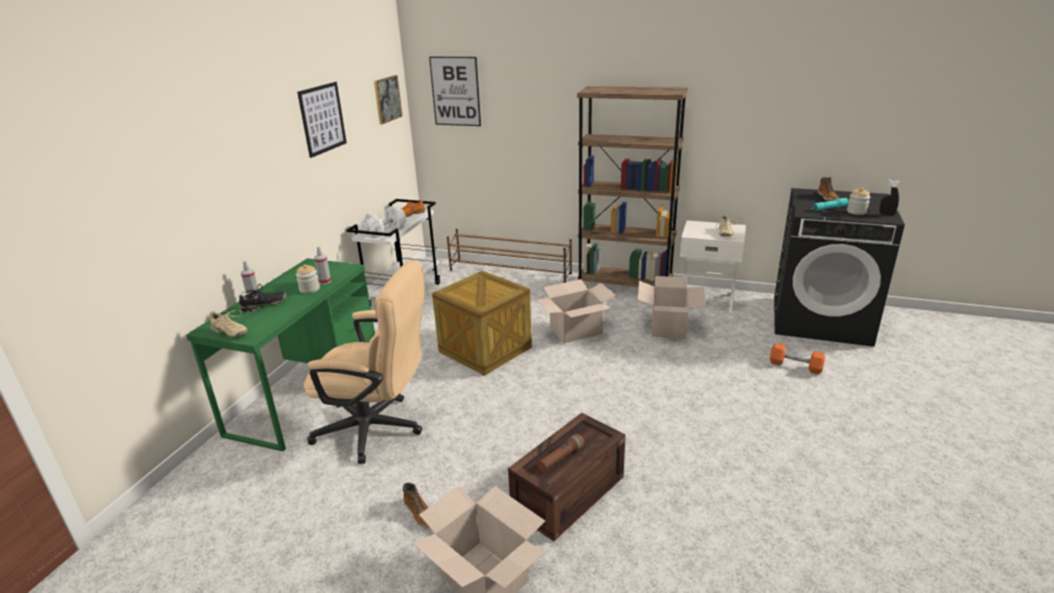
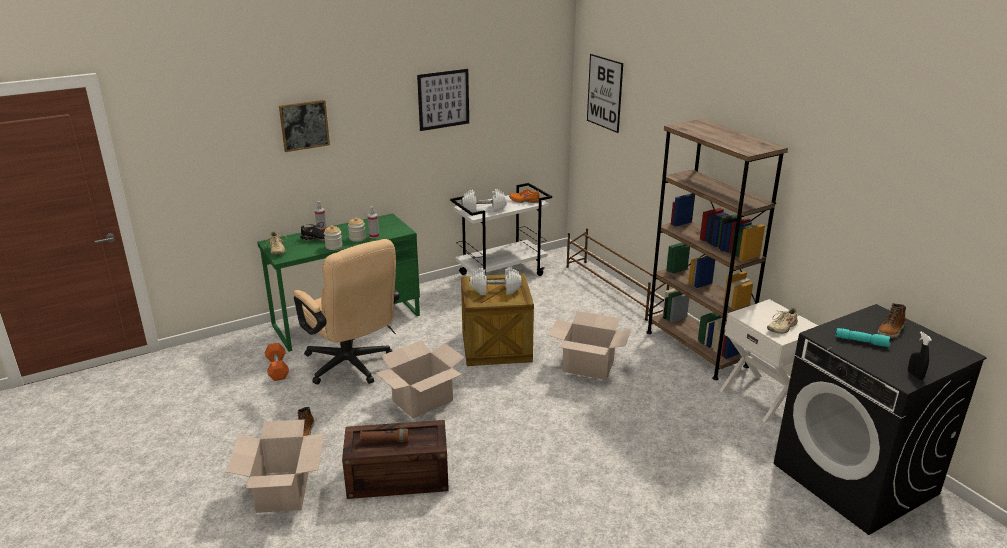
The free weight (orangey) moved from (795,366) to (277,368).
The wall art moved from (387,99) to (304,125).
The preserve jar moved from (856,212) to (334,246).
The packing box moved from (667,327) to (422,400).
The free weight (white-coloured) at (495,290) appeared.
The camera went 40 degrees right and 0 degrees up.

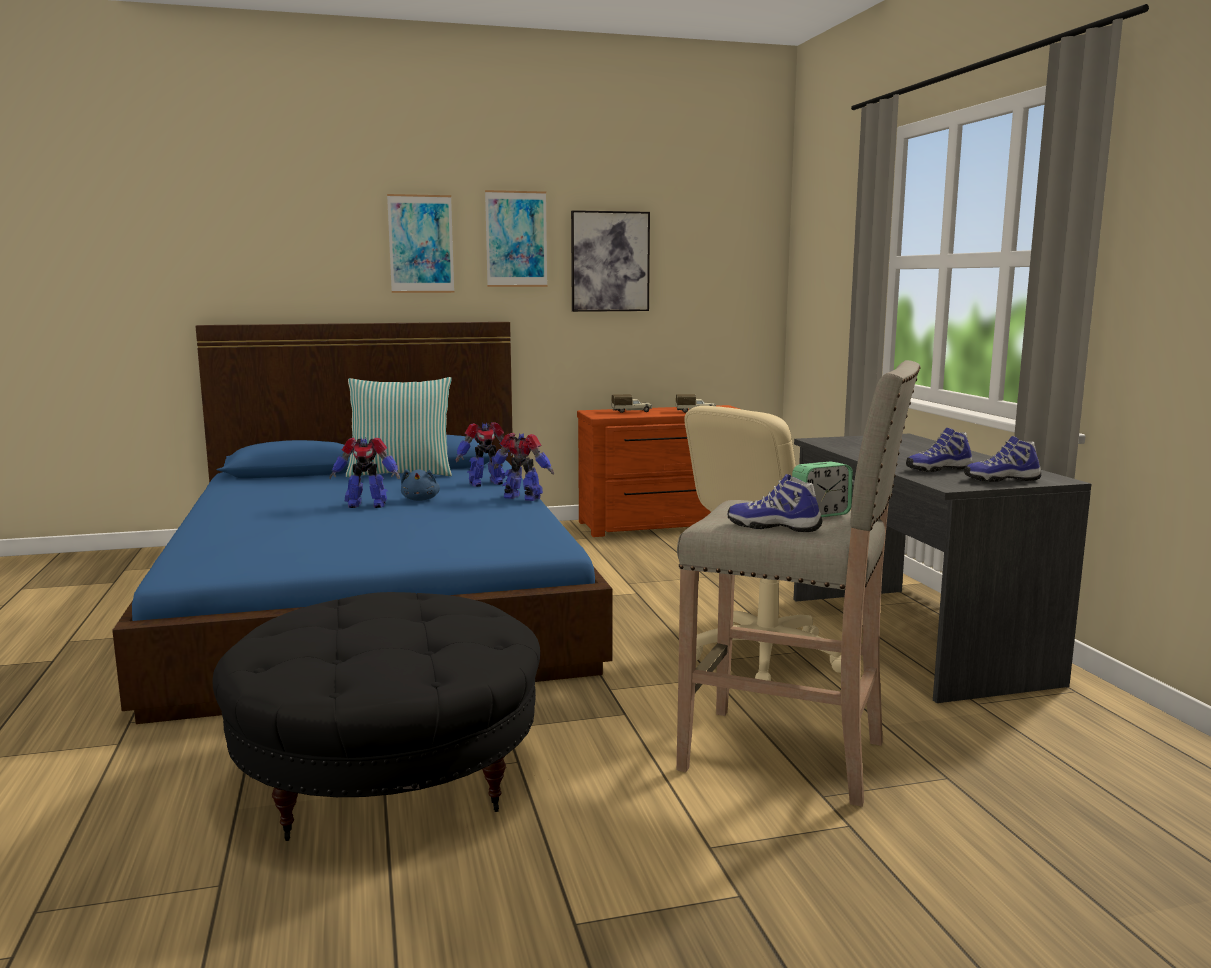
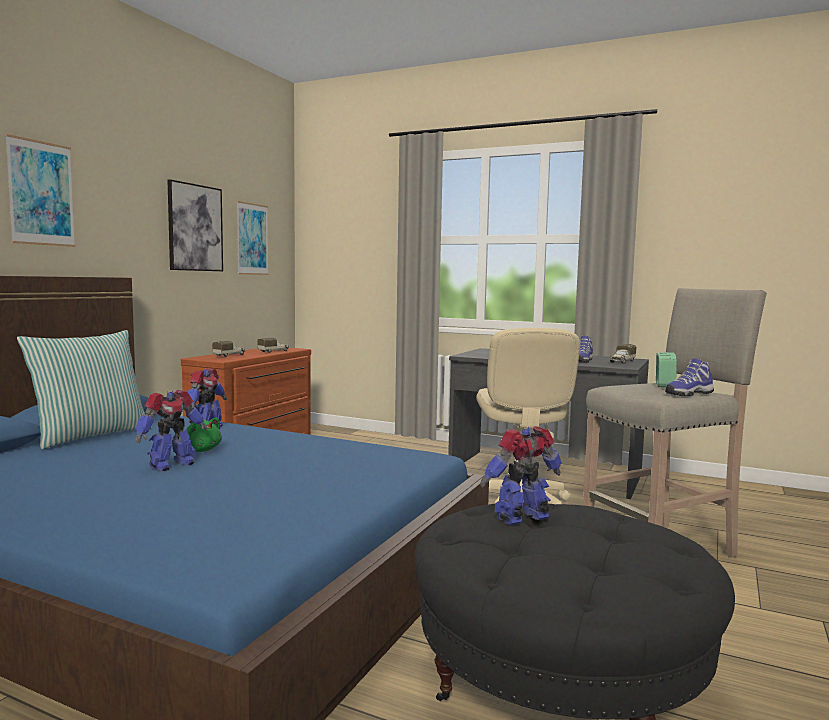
The soft toy (blue) at (420,499) became the soft toy (green-coloured) at (200,450).
The wall art moved from (516,239) to (252,239).
The robot figure moved from (522,498) to (523,518).
The shoe at (1001,479) was replaced by the model truck at (622,362).
The camera went 50 degrees left and 5 degrees down.

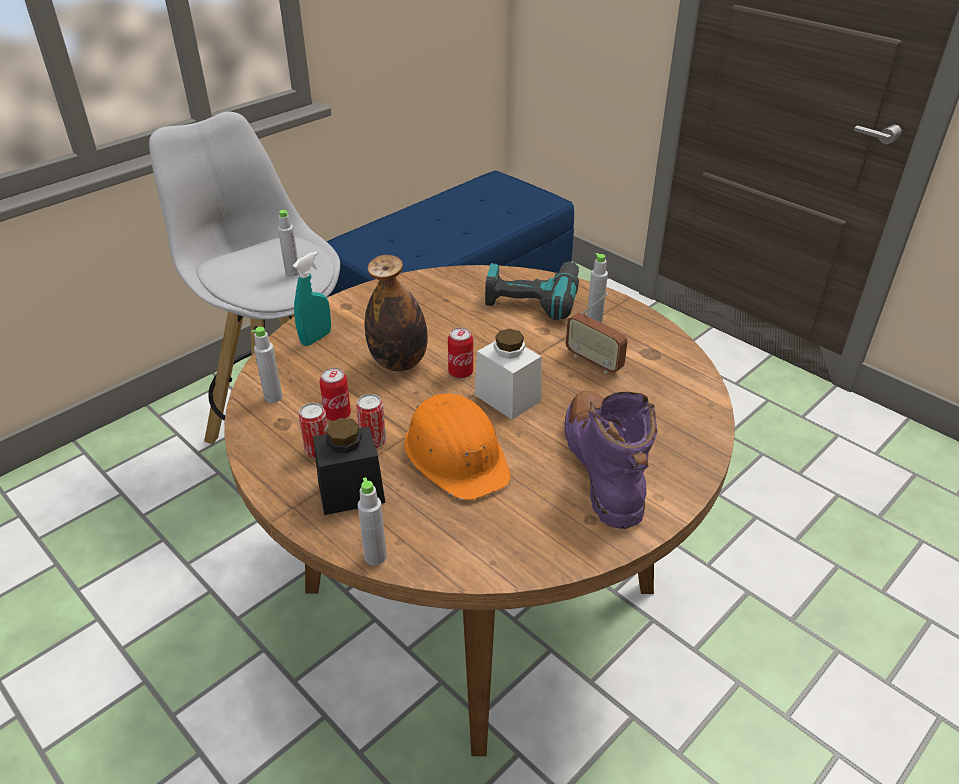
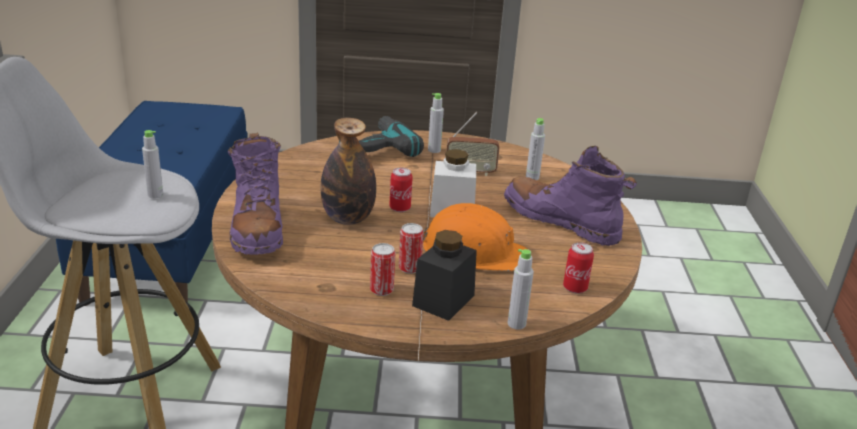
The sprayer (turquoise-coloured) at (316,338) was replaced by the tall boot (purple) at (257,228).
The drink bottle (grey) moved from (273,397) to (532,177).
The sealed can moved from (338,415) to (575,288).
The camera went 45 degrees left and 10 degrees down.

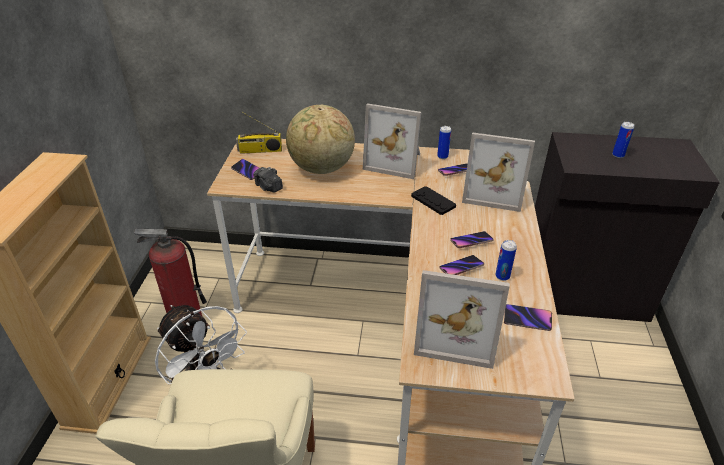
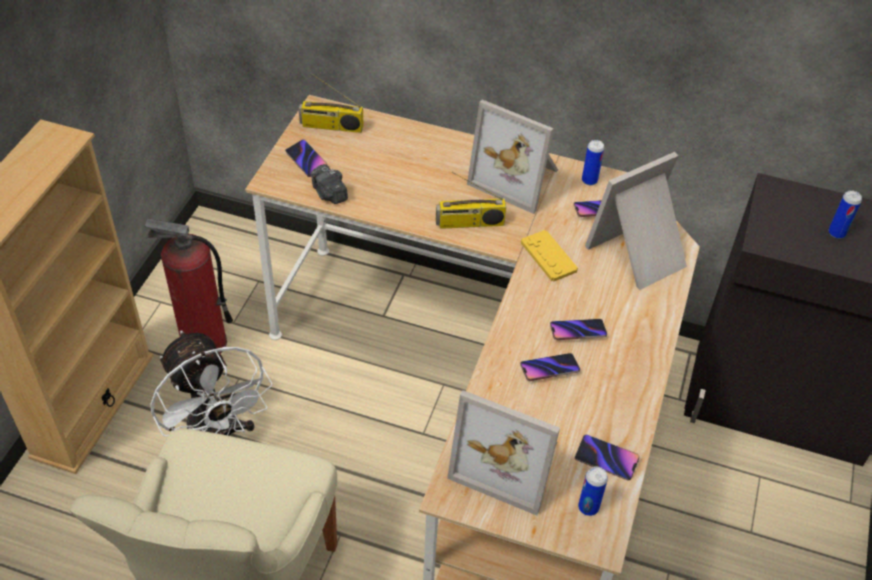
The radio set at (469,223) appeared.
The game controller (blackish) at (433,201) became the game controller (yellow-coloured) at (548,256).
The sealed can moved from (502,276) to (588,507).
The photo frame at (493,192) turned 120 degrees clockwise.
The world globe at (321,169) disappeared.
The camera went 10 degrees right and 10 degrees up.

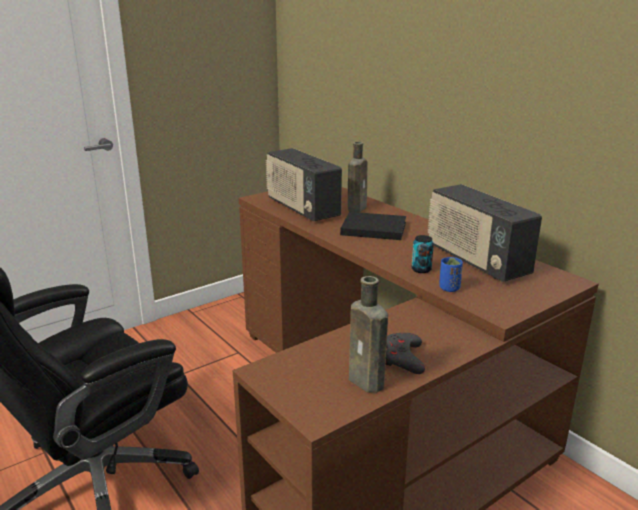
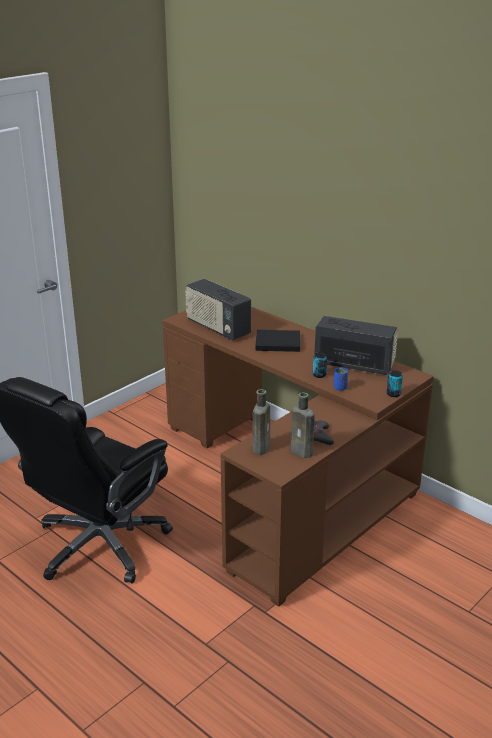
The drink bottle (brown) moved from (357,208) to (261,447).
The radio set at (475,261) turned 150 degrees clockwise.
The sealed can at (393,394) appeared.
The camera went 10 degrees left and 5 degrees up.

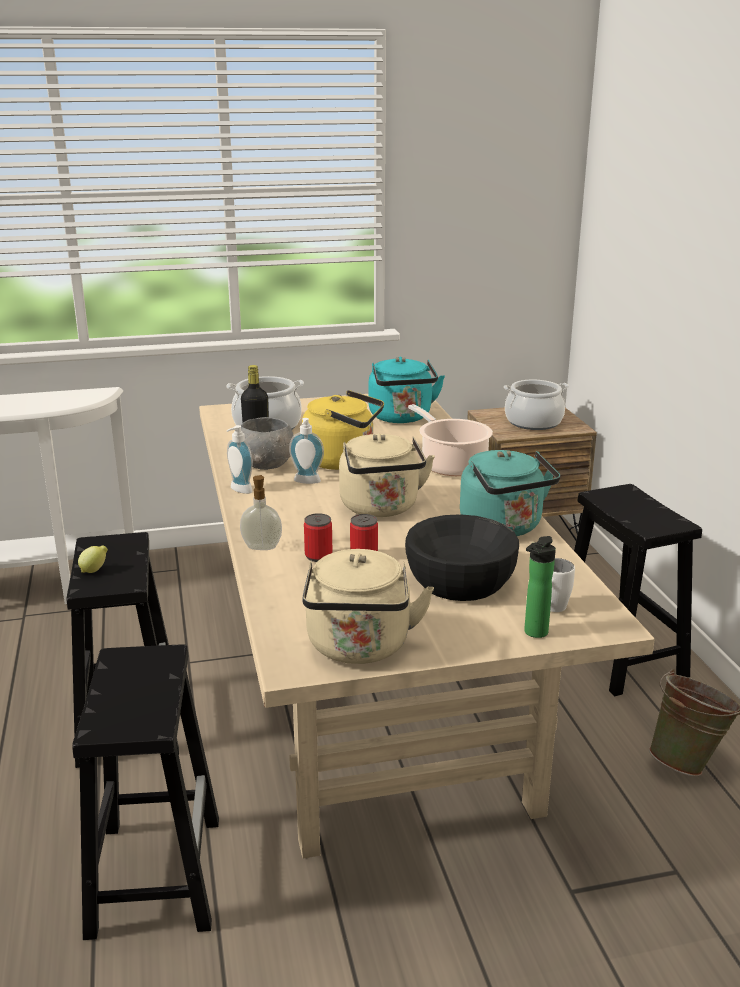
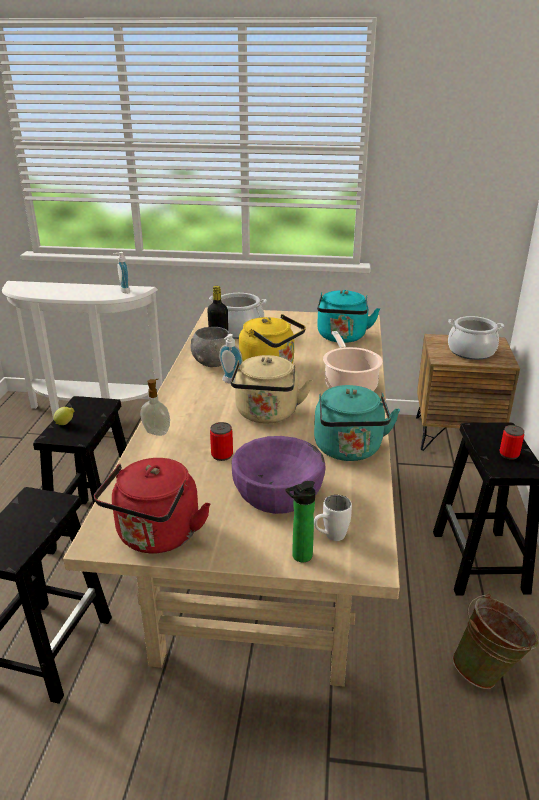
The kettle (beige) at (359,648) became the kettle (reddish) at (156,537).
The soap dispenser moved from (239,490) to (123,291).
The bowl (blackish) at (460,580) became the bowl (purple) at (278,492).
The sealed can moved from (318,556) to (509,454).
The camera went 20 degrees right and 5 degrees up.

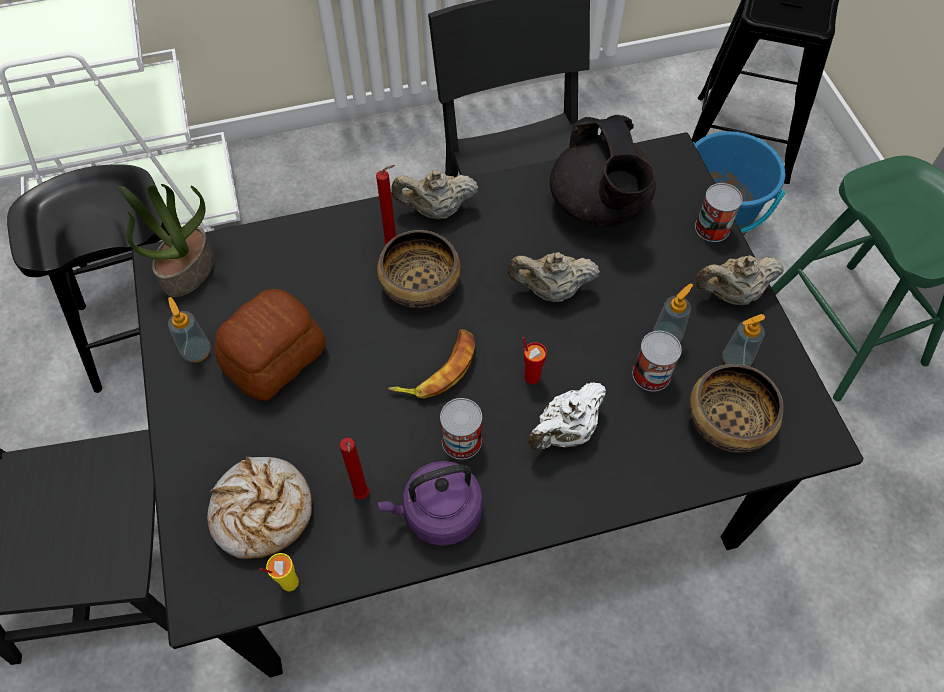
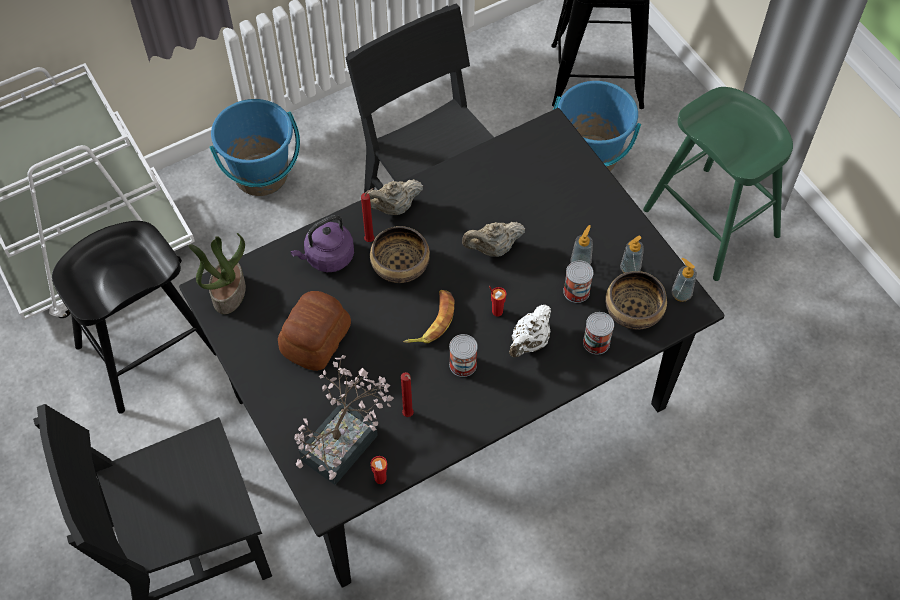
The water bucket (blue) at (261,175) appeared.
The kettle (purple) moved from (438,513) to (327,257).
The baked bread at (262,512) was replaced by the potted plant at (346,441).
The cup (yellow-coloured) at (289,582) became the cup (reddish) at (380,478).
The sealed can moved from (712,228) to (596,342).
The soap dispenser moved from (197,351) to (681,294).
The teapot (blackish) at (599,206) disappeared.
The teapot (beige) at (731,294) disappeared.
The camera went 15 degrees left and 0 degrees up.

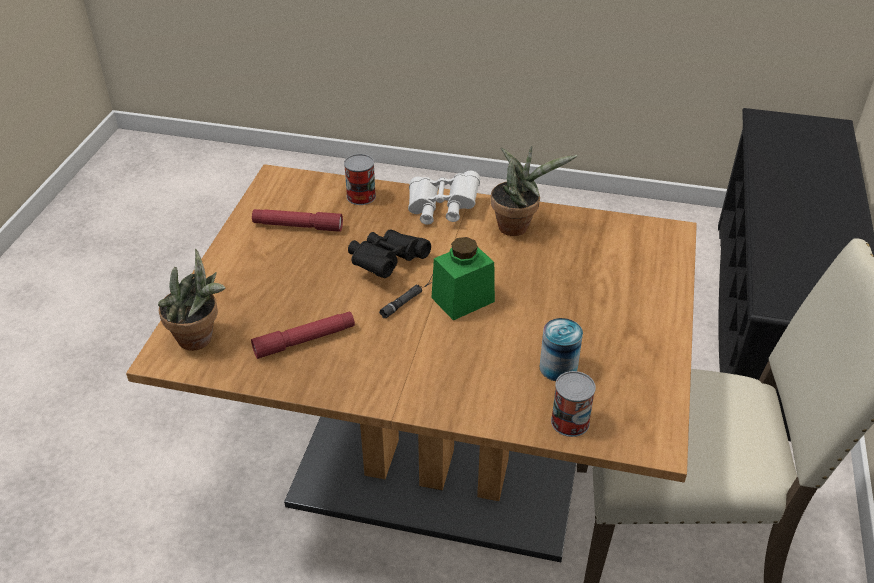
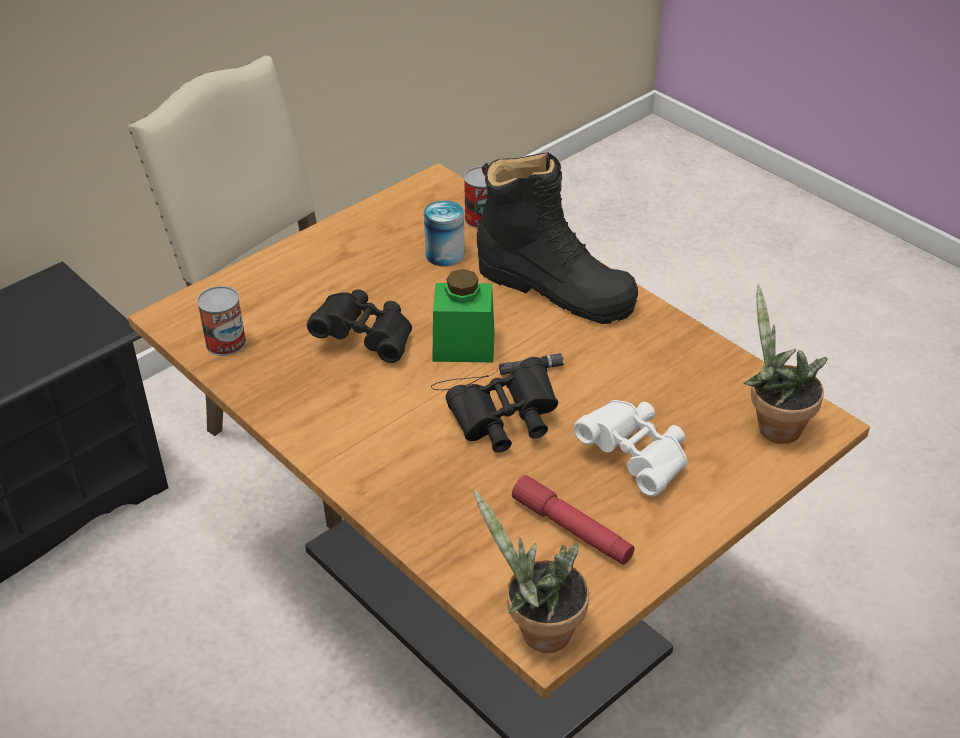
The sealed can moved from (361,196) to (225,342).
The field glasses (blackish) at (366,338) appeared.
The potted plant moved from (517,226) to (538,632).
The tall boot (blackish) at (555,287) appeared.
The field glasses (white-coloured) moved from (441,209) to (636,457).
The torch (reddish) at (304,340) disappeared.
The camera went 145 degrees left and 0 degrees up.

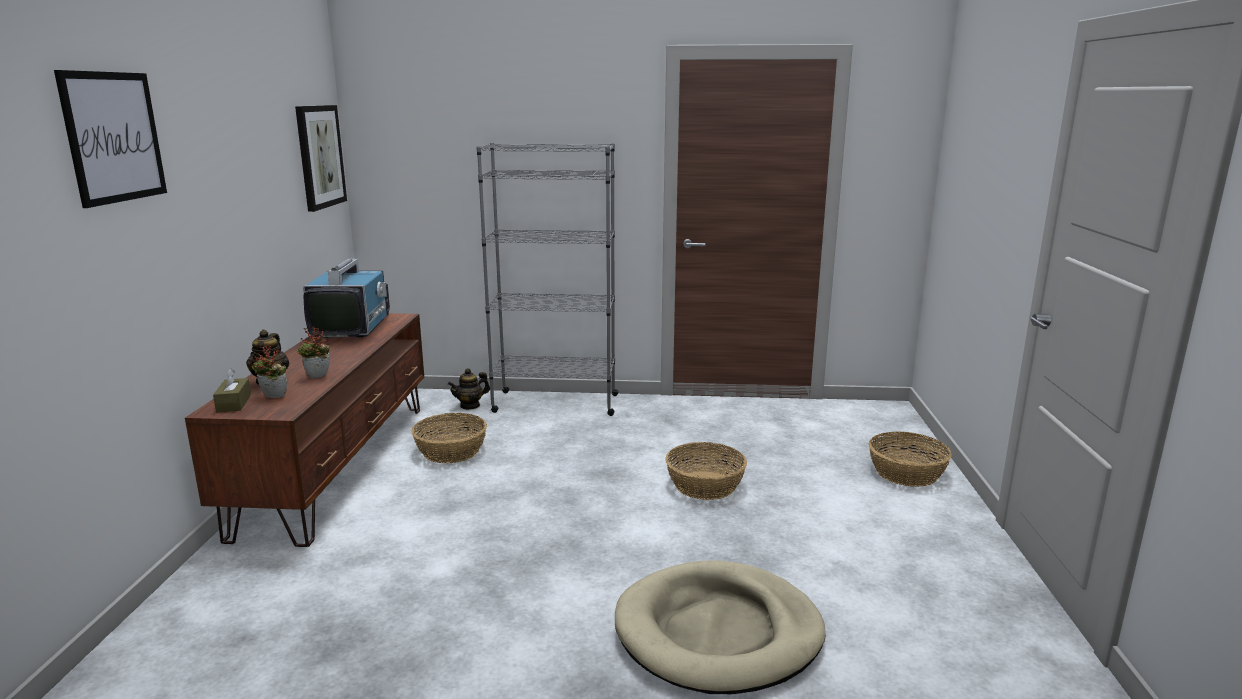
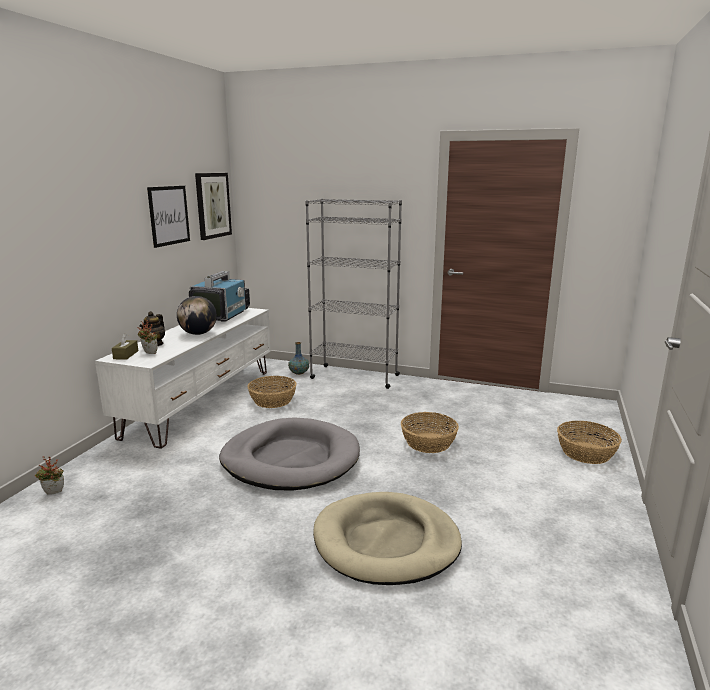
The potted plant moved from (317,377) to (53,493).
The tv unit (brown) at (338,465) became the tv unit (white-coloured) at (202,401).
The wall art moved from (114,137) to (169,215).
The world globe at (198,334) appeared.
The dog bed (grey) at (290,459) appeared.
The teapot at (470,405) was replaced by the vase at (299,373).
The camera went 15 degrees right and 0 degrees up.

